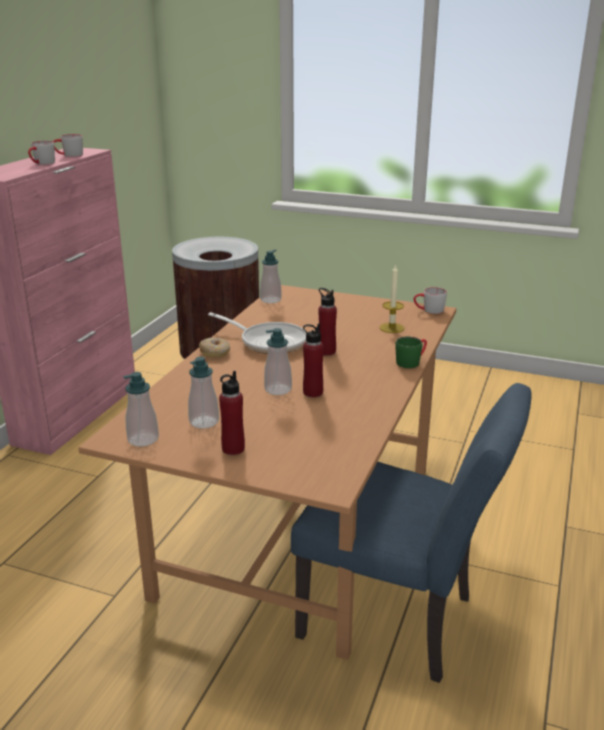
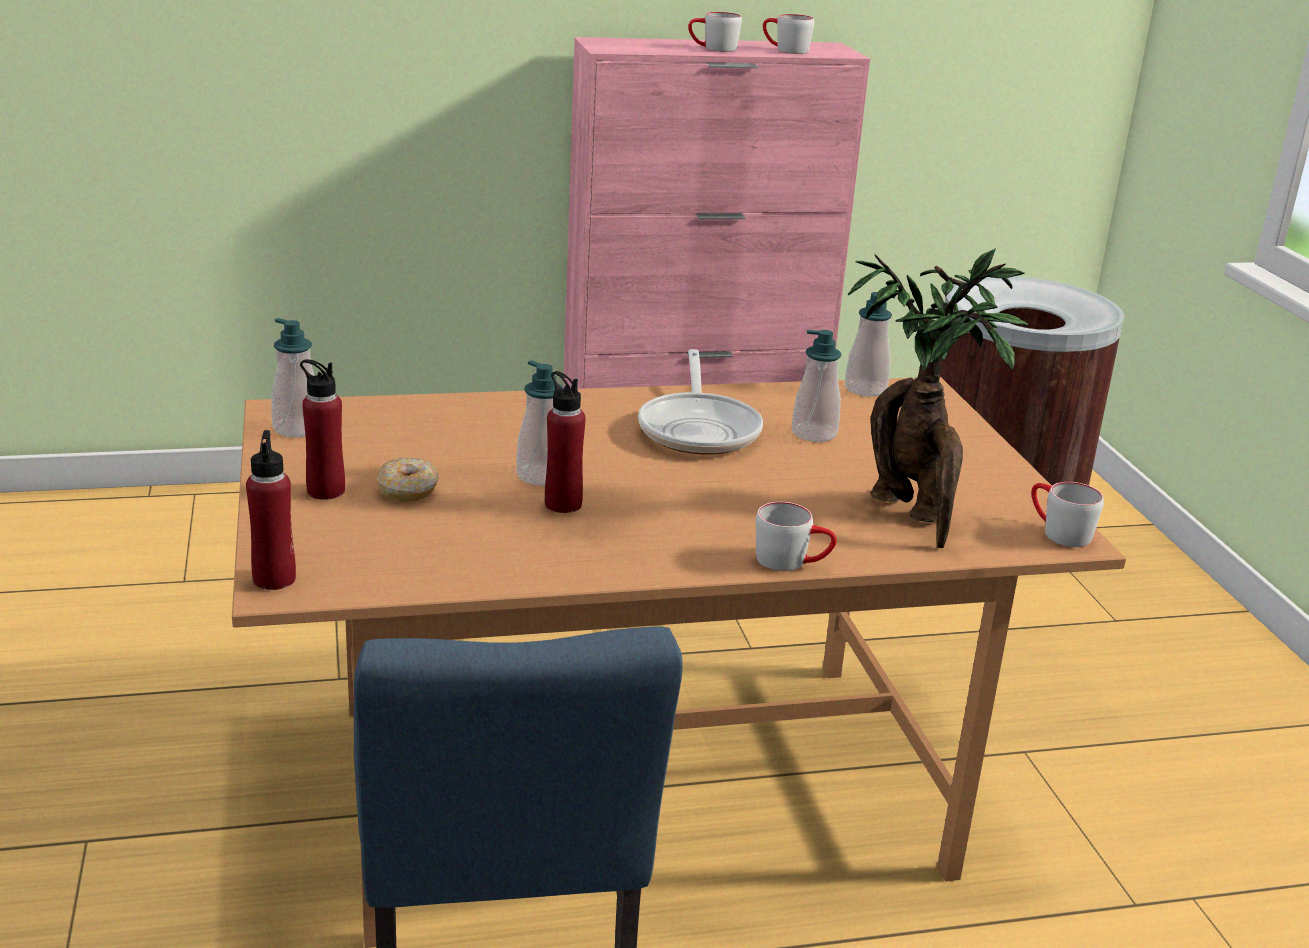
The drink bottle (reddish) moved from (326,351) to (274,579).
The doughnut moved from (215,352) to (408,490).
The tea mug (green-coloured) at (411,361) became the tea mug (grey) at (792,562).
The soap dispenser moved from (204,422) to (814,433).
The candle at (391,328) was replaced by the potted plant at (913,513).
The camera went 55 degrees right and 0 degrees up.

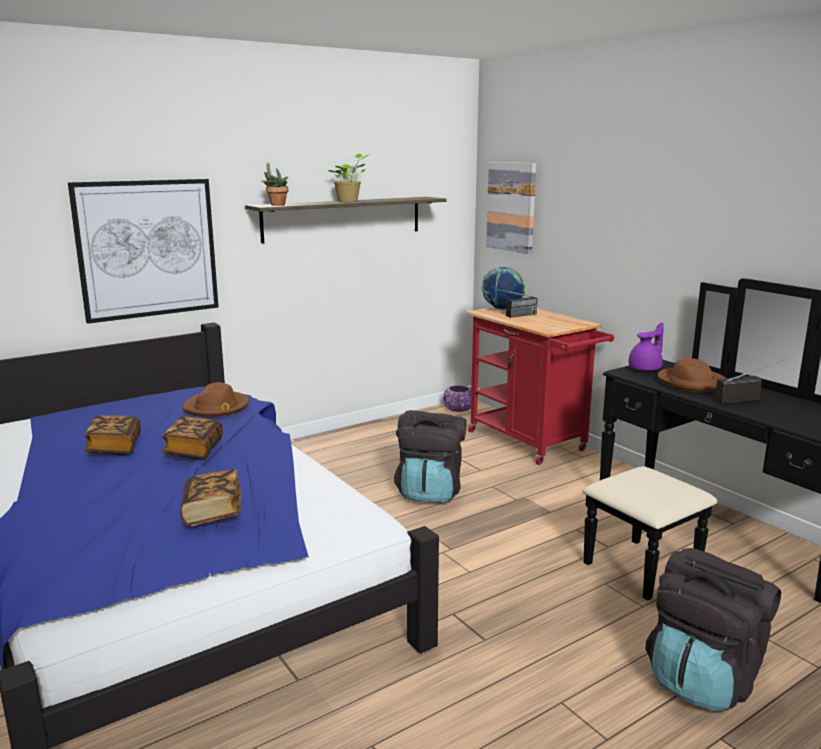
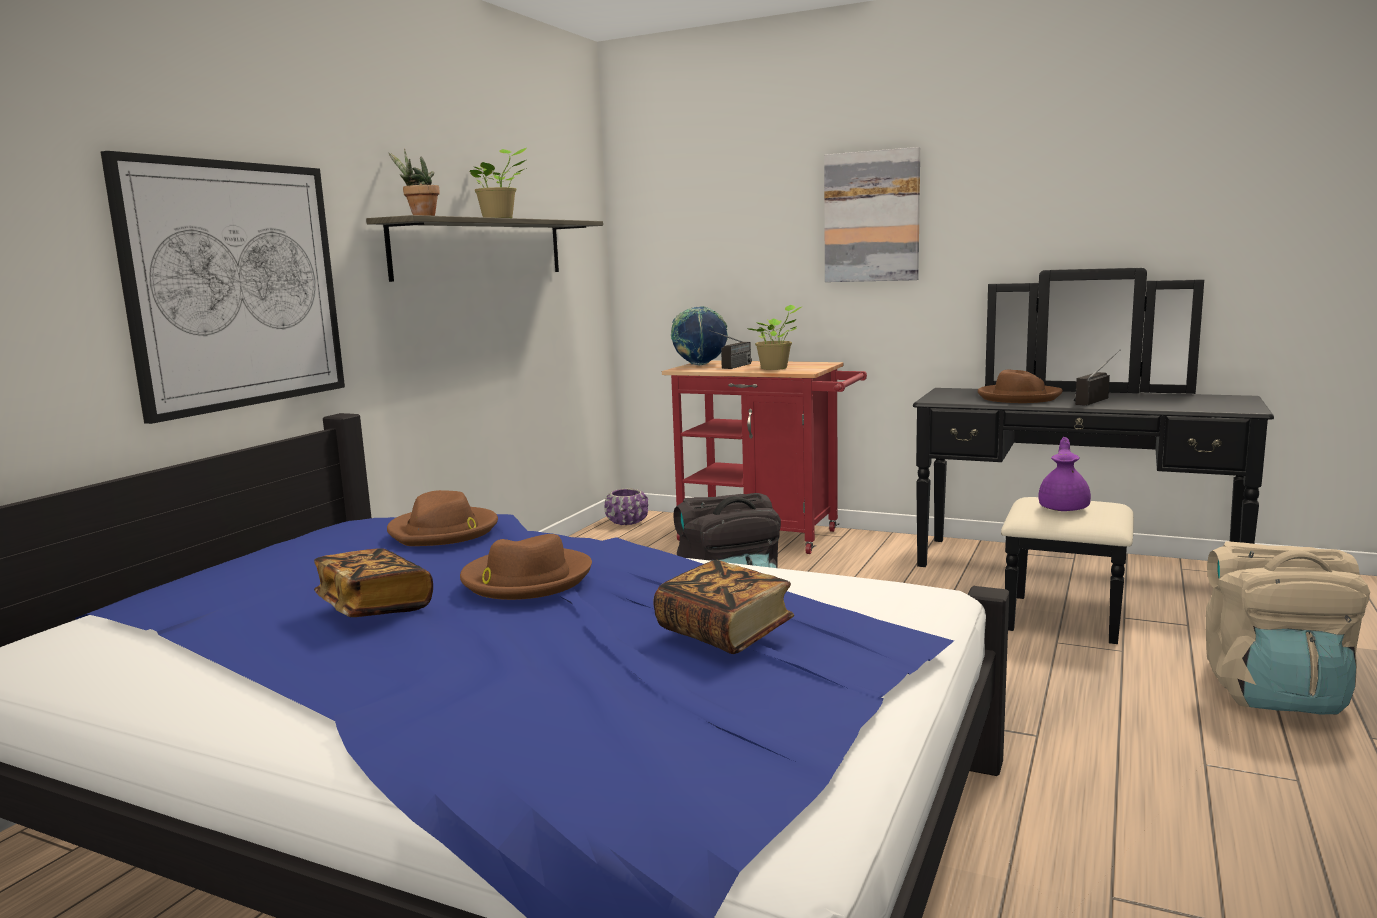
The bound book at (194,450) was replaced by the clothing hat (brown) at (526,579).
The potted plant at (776,368) appeared.
The wall art moved from (512,206) to (872,217).
The teapot (purple) moved from (646,369) to (1064,508).
The rucksack (blackish) at (703,678) became the rucksack (beige) at (1274,693).
The camera went 30 degrees left and 5 degrees down.

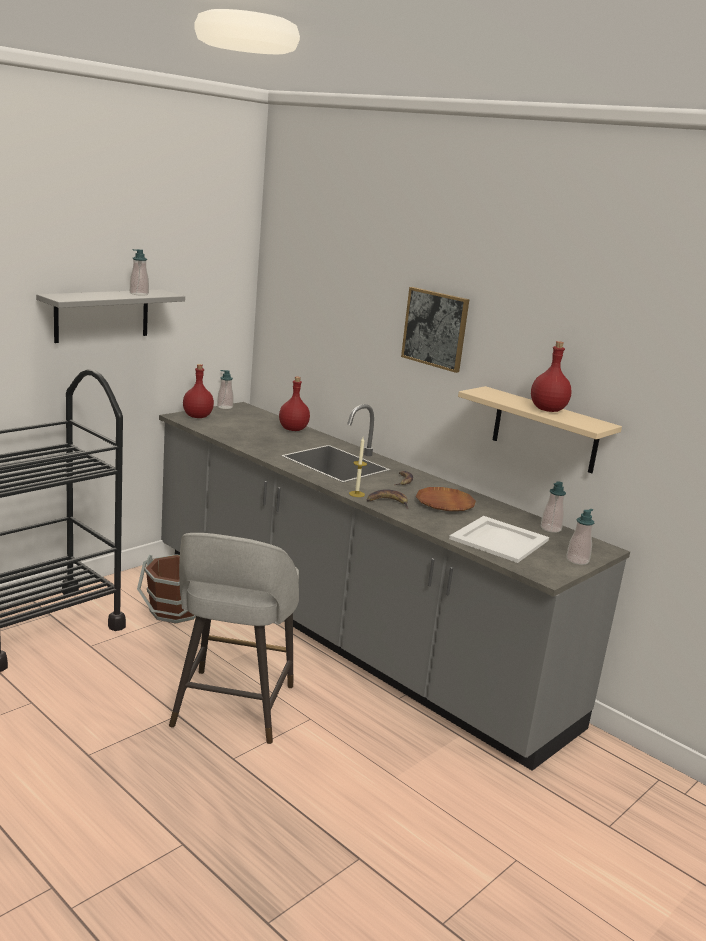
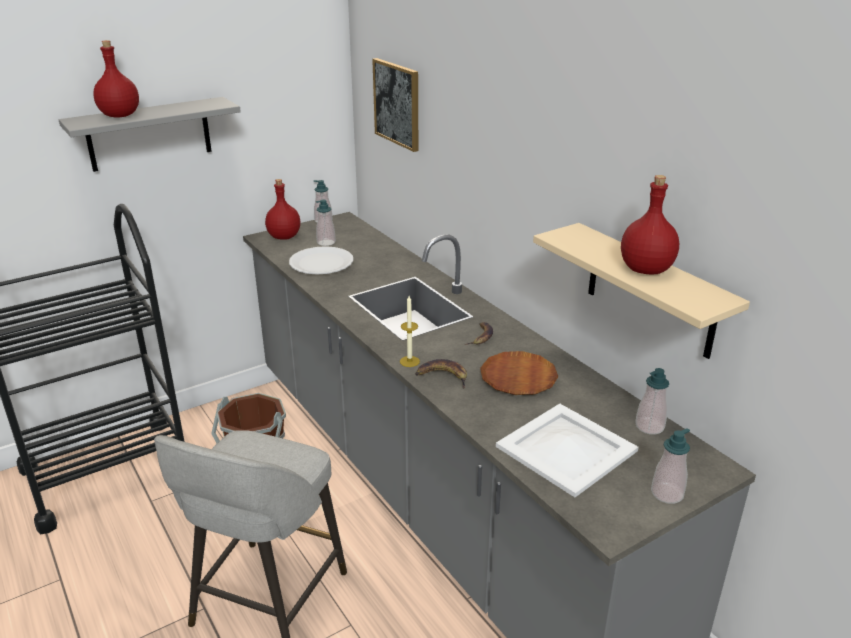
The drink bottle (reddish) moved from (293,429) to (120,116).
The dinner plate (white-coloured) at (321,262) appeared.
The soap dispenser moved from (139,294) to (326,242).
The wall art moved from (435,329) to (397,104).
The camera went 15 degrees right and 10 degrees up.

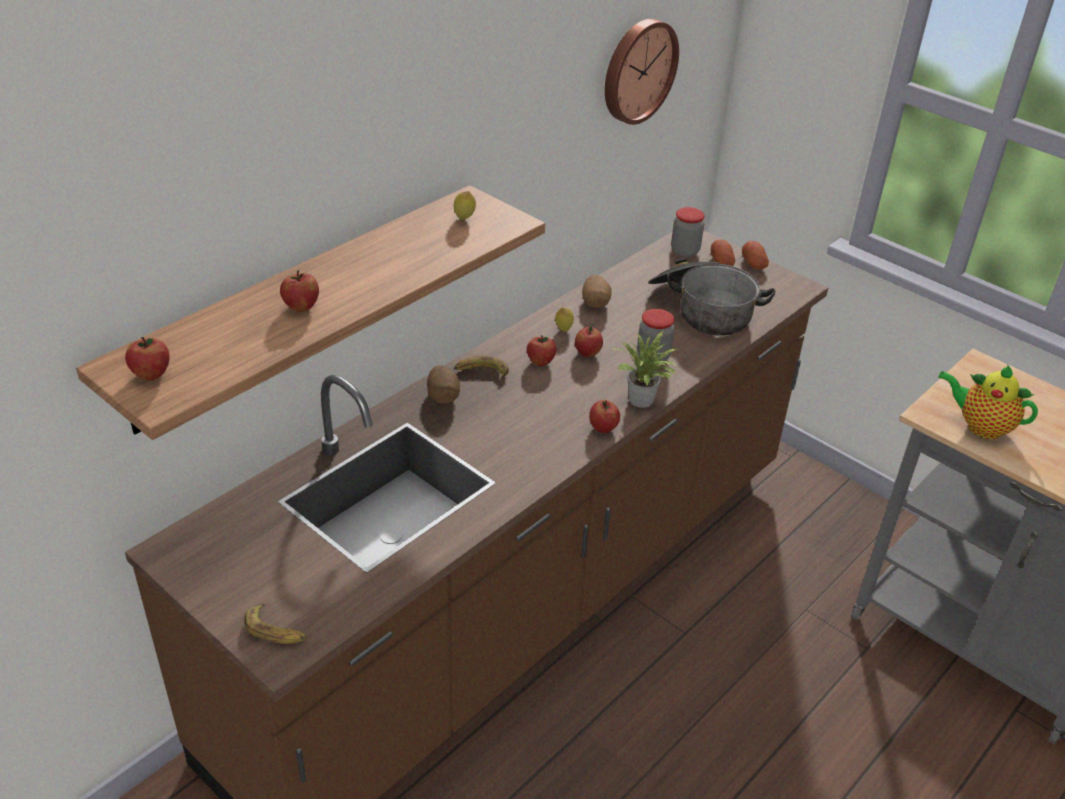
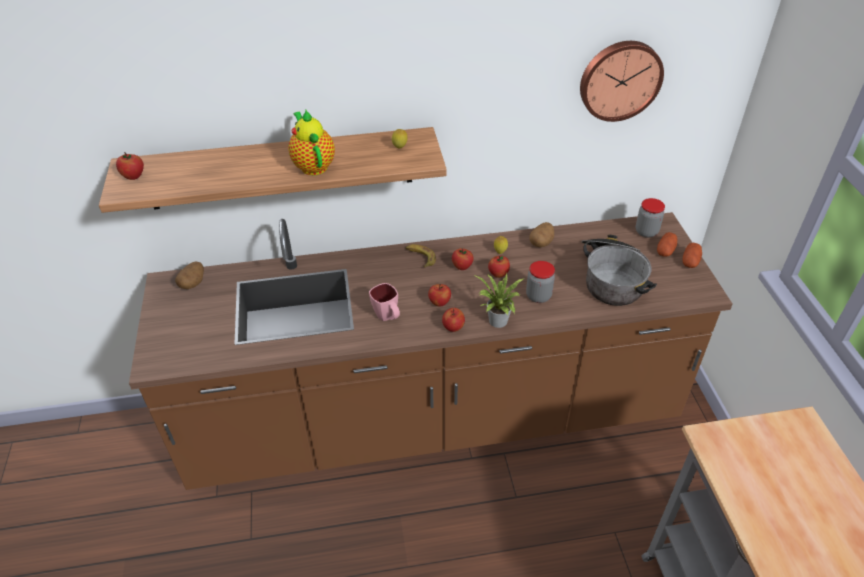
The potato moved from (443,396) to (193,283).
The teapot moved from (980,426) to (313,165).
The tea mug (pink) at (388,318) appeared.
The apple moved from (301,307) to (439,302).
The banana fruit at (276,631) disappeared.
The camera went 40 degrees right and 5 degrees up.

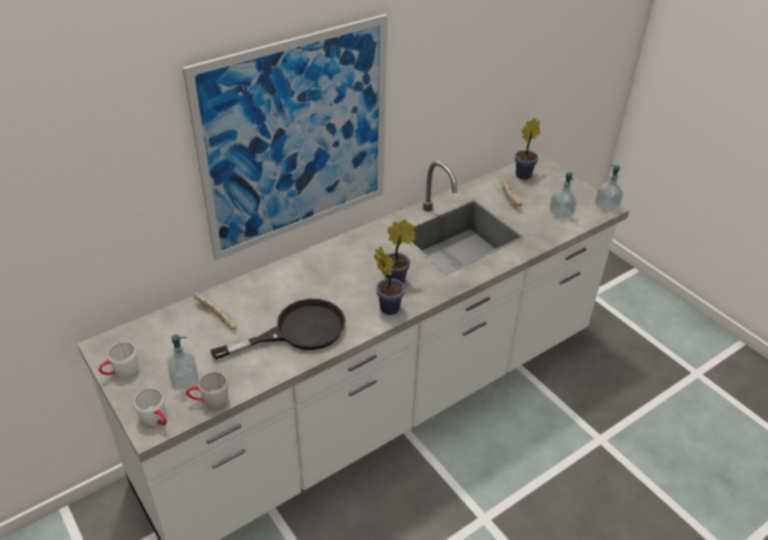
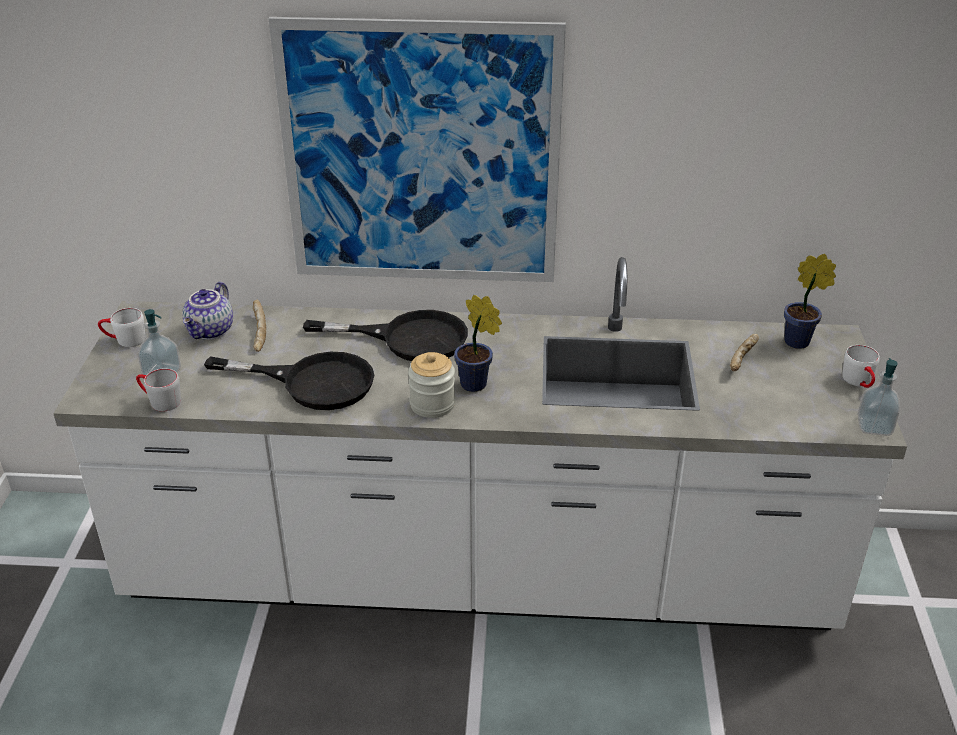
The teapot at (211,331) appeared.
The pan (blackish) at (408,338) appeared.
The potted plant at (388,307) was replaced by the preserve jar at (432,404).
The tea mug (white-coloured) moved from (157,419) to (860,382).
The soap dispenser at (560,214) disappeared.
The camera went 40 degrees right and 5 degrees down.

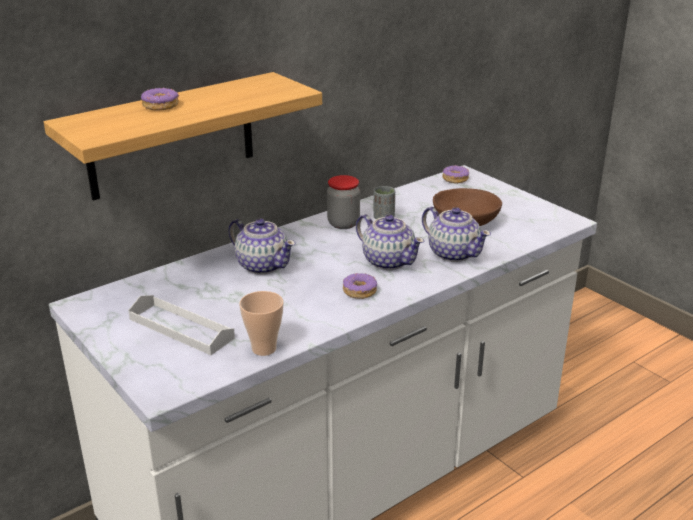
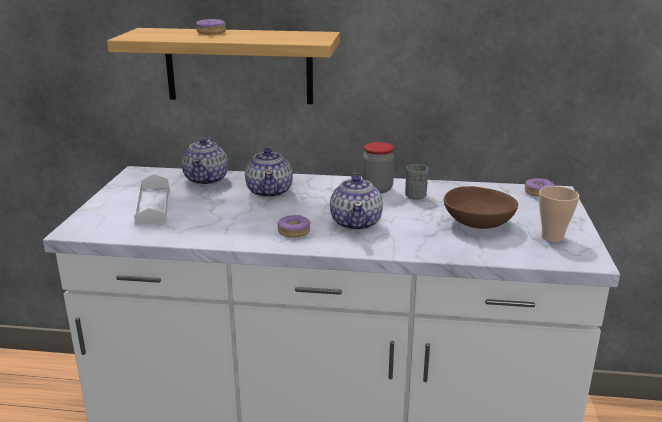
The teapot moved from (453,253) to (207,179).
The cup moved from (264,348) to (552,237).
The camera went 45 degrees right and 5 degrees down.

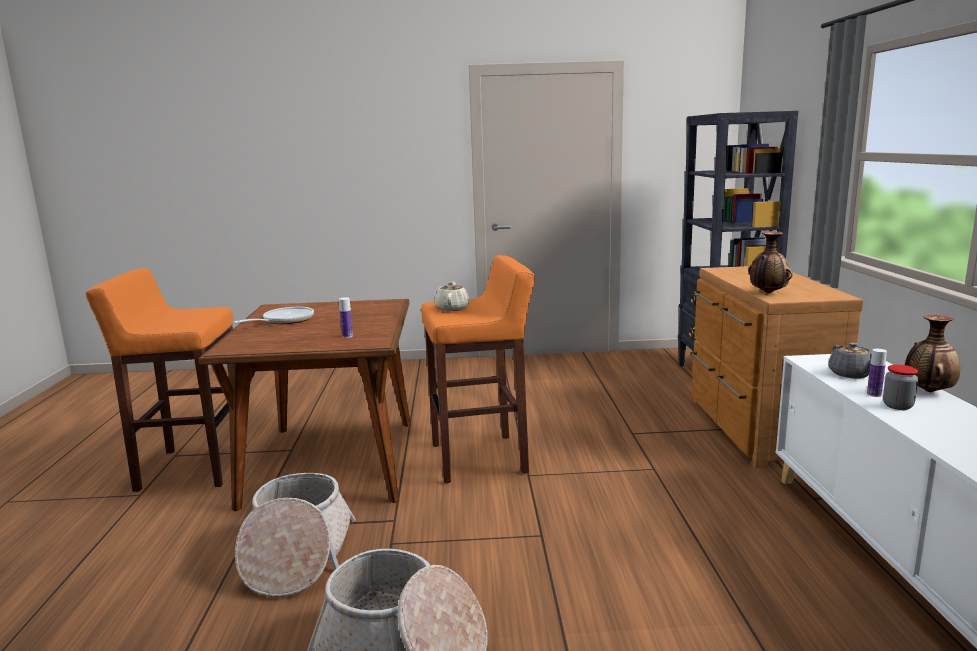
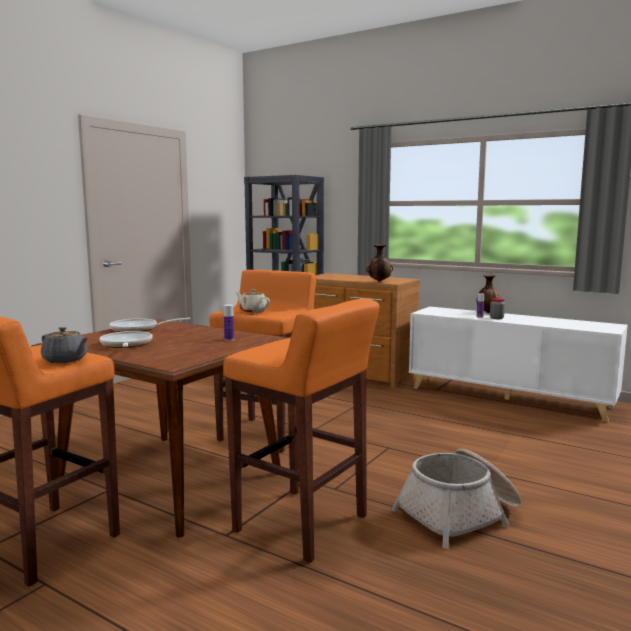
The teapot (grey) moved from (850,374) to (65,360).
The pan at (138,329) appeared.
The household basket at (297,556) was replaced by the sitting stool (orangey) at (302,524).
The camera went 55 degrees left and 5 degrees down.

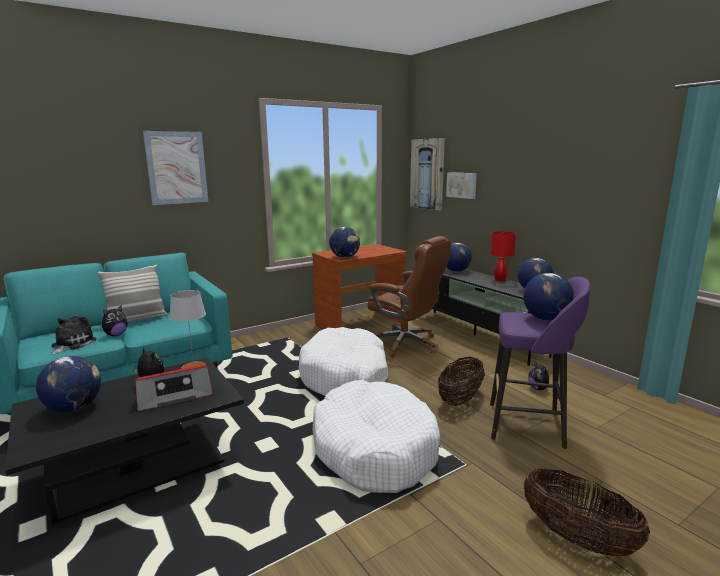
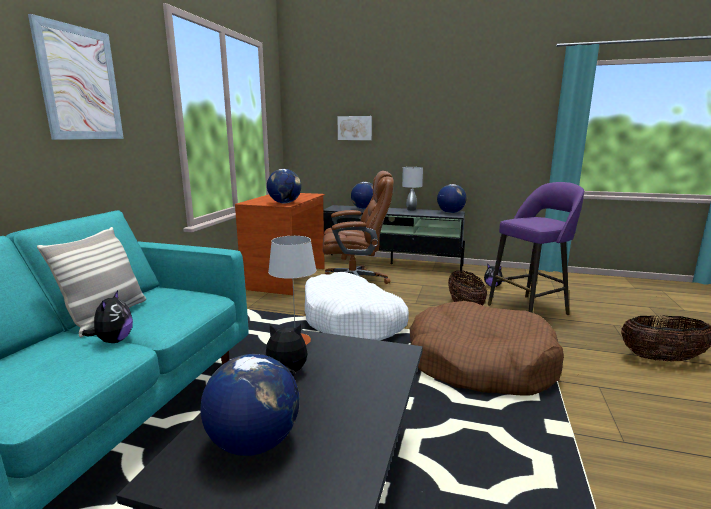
The lamp for a table (reddish) at (500,280) became the lamp for a table (grey) at (411,210).
The dog bed (white-coloured) at (374,448) became the dog bed (brown) at (480,363).
The soft toy at (71,344) disappeared.
The radio set at (175,396) disappeared.
The wall art at (427,174) disappeared.
The world globe at (546,319) disappeared.
The camera went 40 degrees left and 0 degrees up.

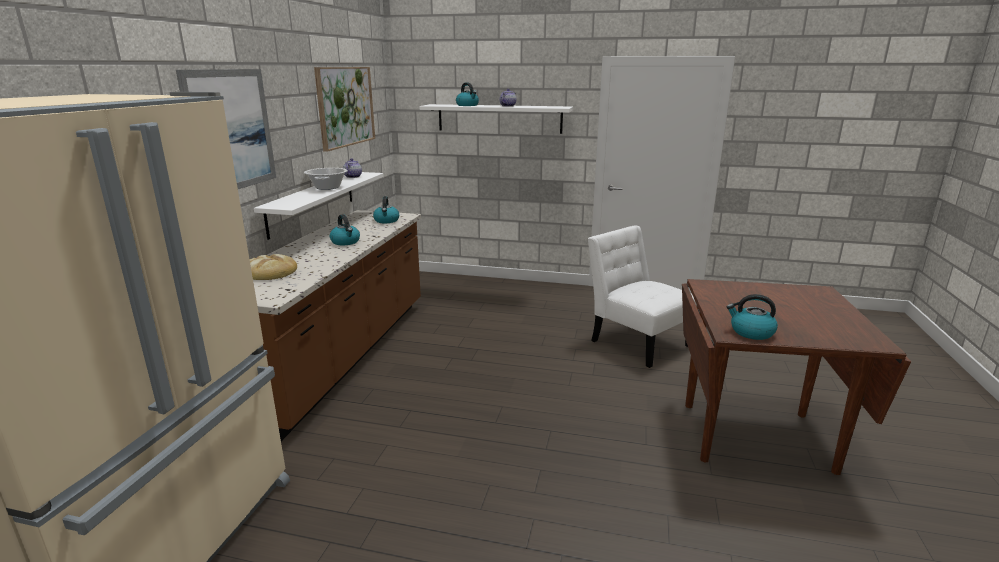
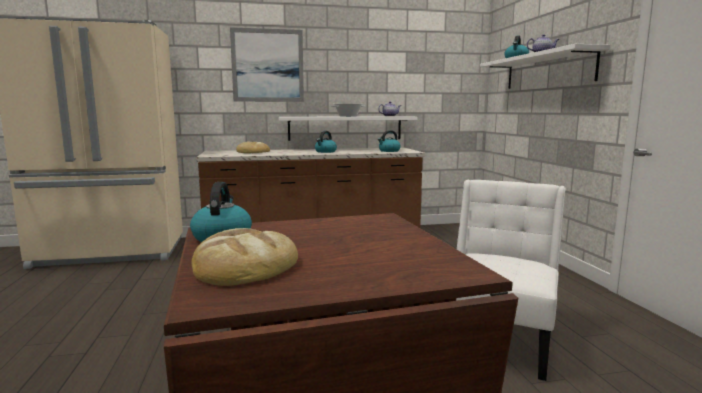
The baked bread at (244,265) appeared.
The wall art at (345,106) disappeared.
The camera went 65 degrees right and 10 degrees down.

